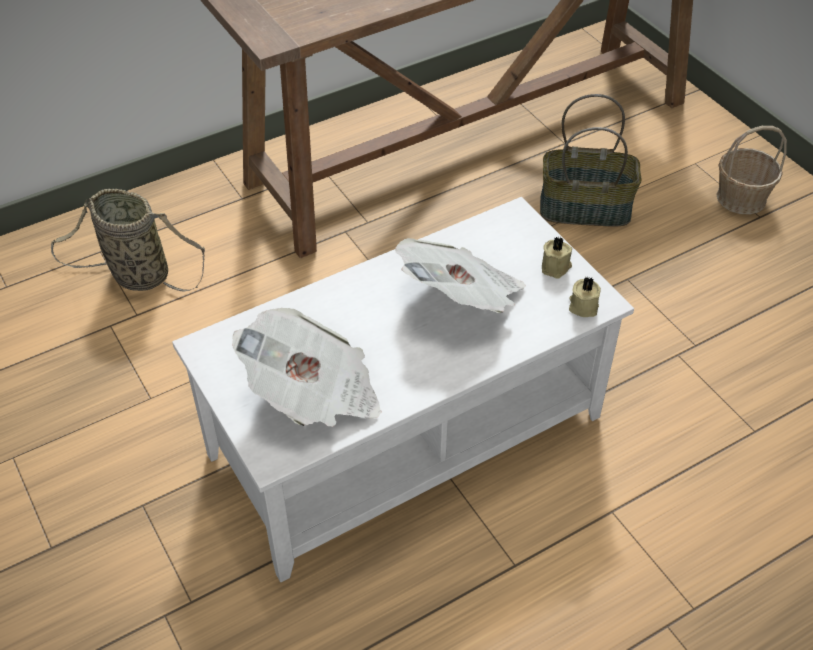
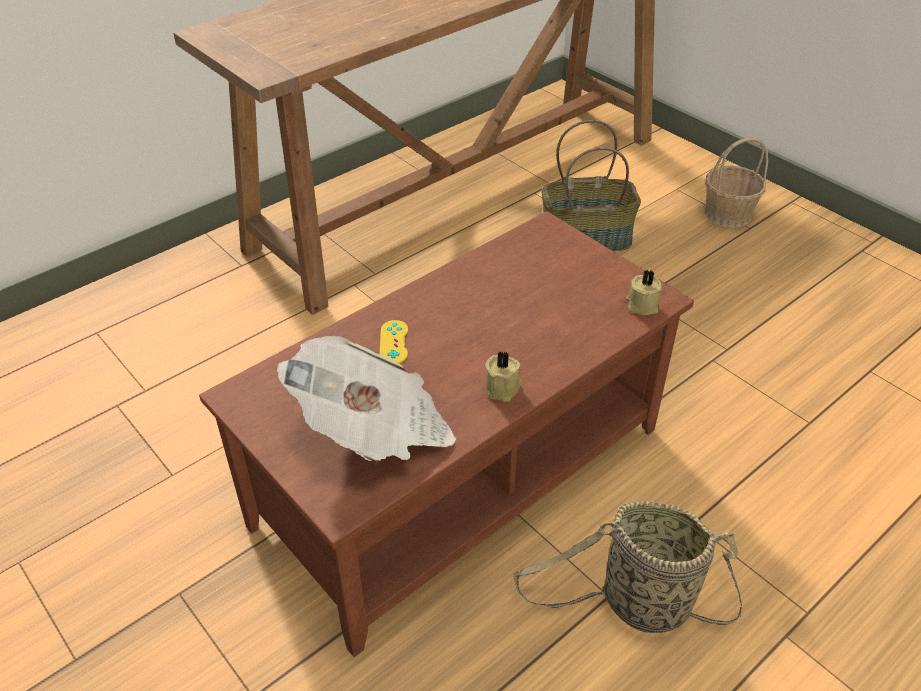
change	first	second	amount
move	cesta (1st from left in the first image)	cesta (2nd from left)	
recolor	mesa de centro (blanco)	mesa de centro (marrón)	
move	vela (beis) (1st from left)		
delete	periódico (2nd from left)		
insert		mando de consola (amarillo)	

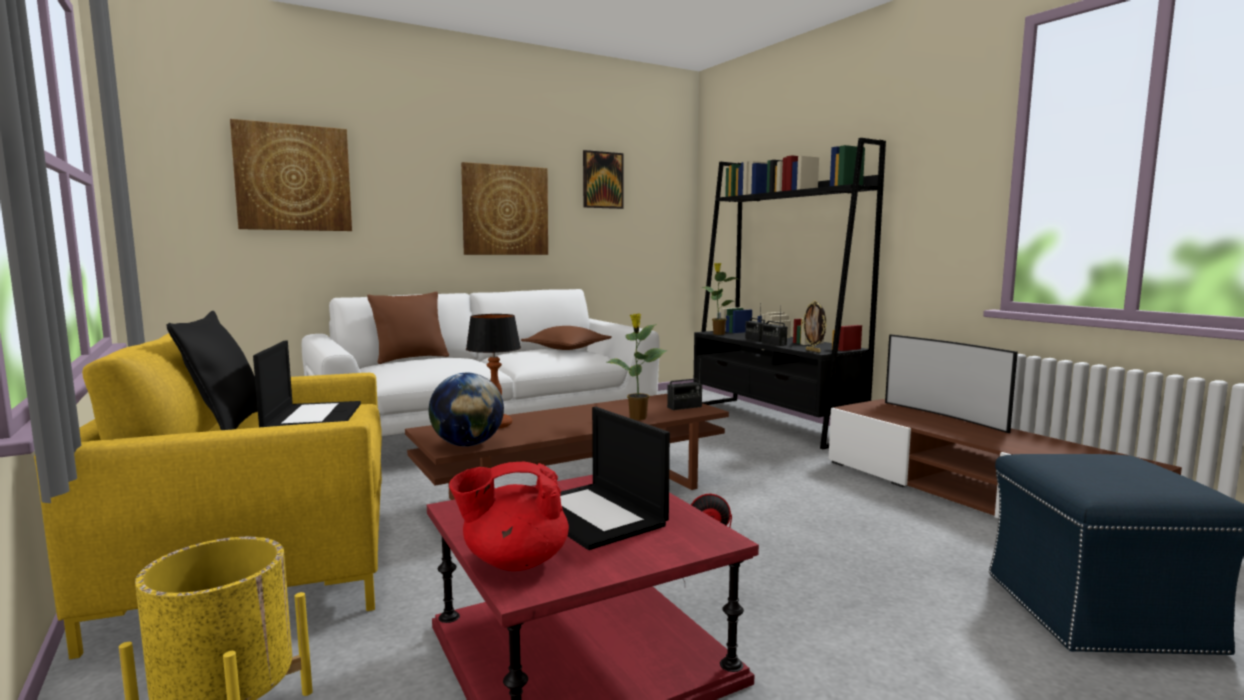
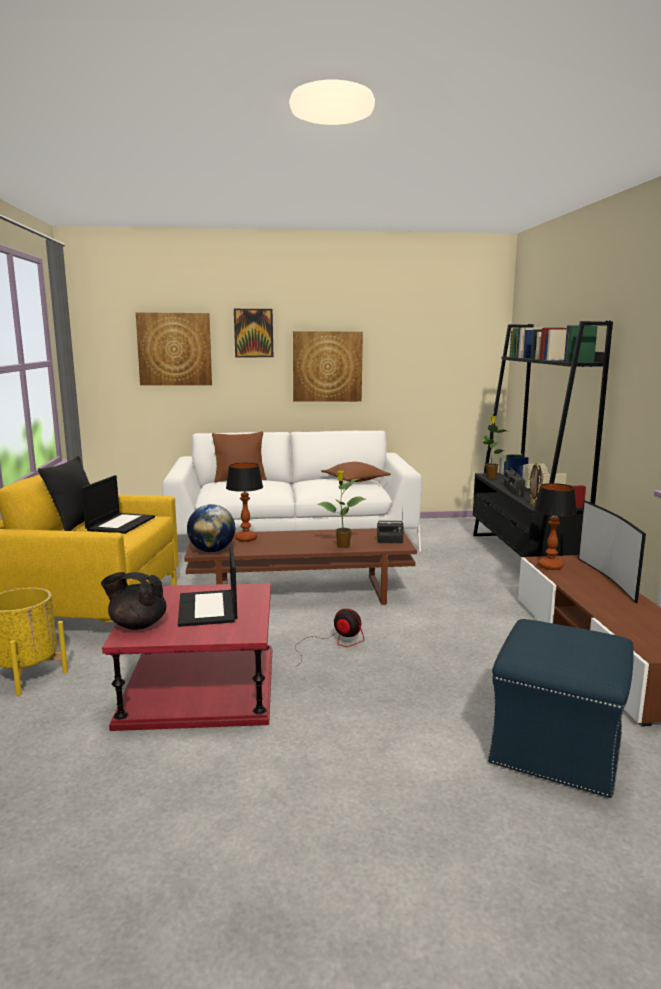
change	first	second	amount
move	cuadro (3rd from left in the first image)	cuadro (2nd from left)	
recolor	tetera (rojo)	tetera (negro)	
insert		lámpara de mesa (2nd from left)	

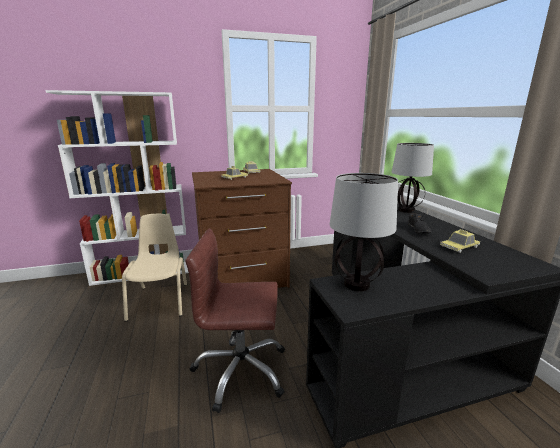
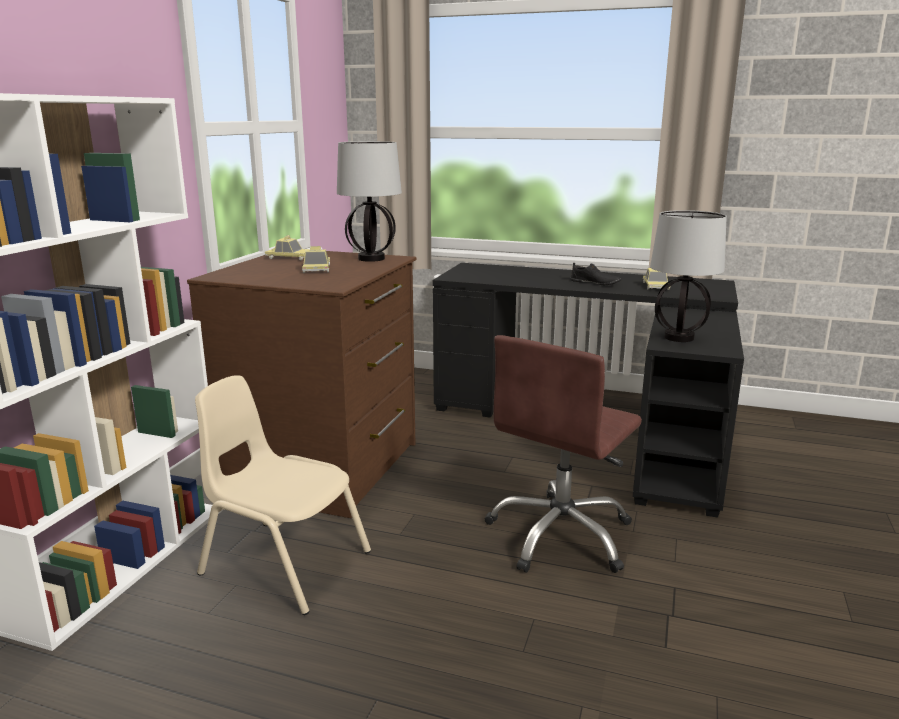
change	first	second	amount
move	lámpara de mesa (2nd from left in the first image)	lámpara de mesa (1st from left)	

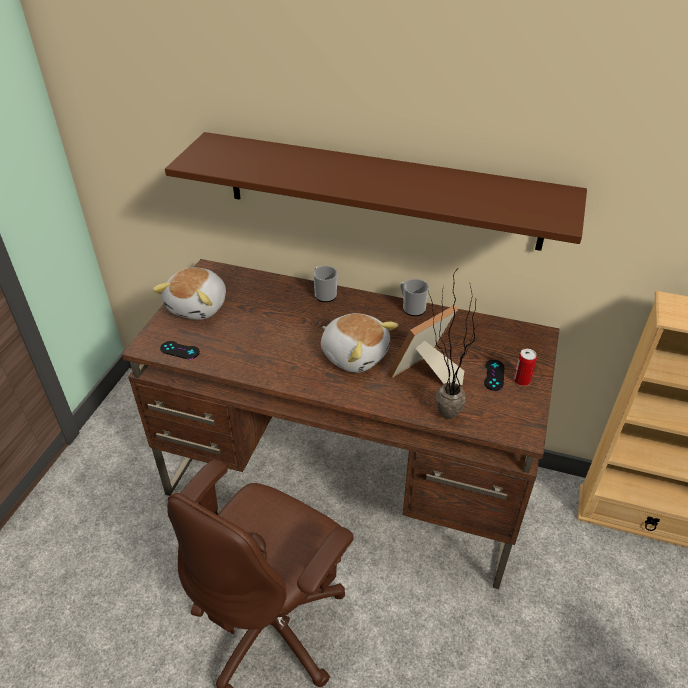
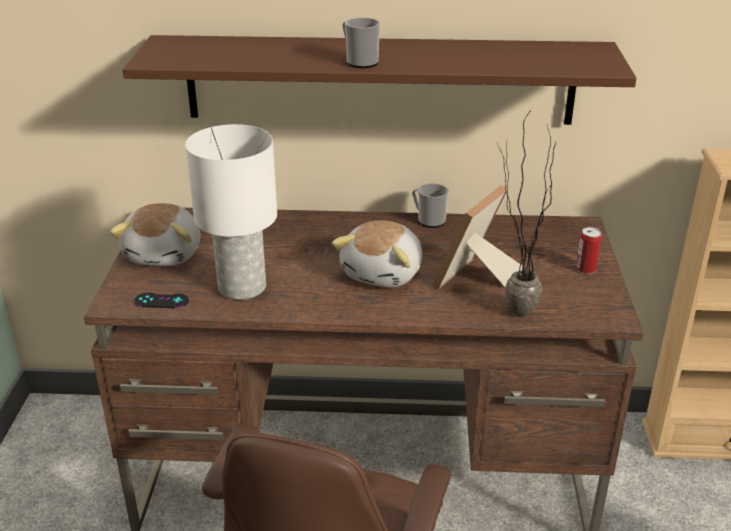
change	first	second	amount
move	taza grande (1st from left)		
rotate	peluche (2nd from left)		90 degrees clockwise
delete	mando de consola (negro) (2nd from left)		
insert		lámpara de mesa (blanco)	

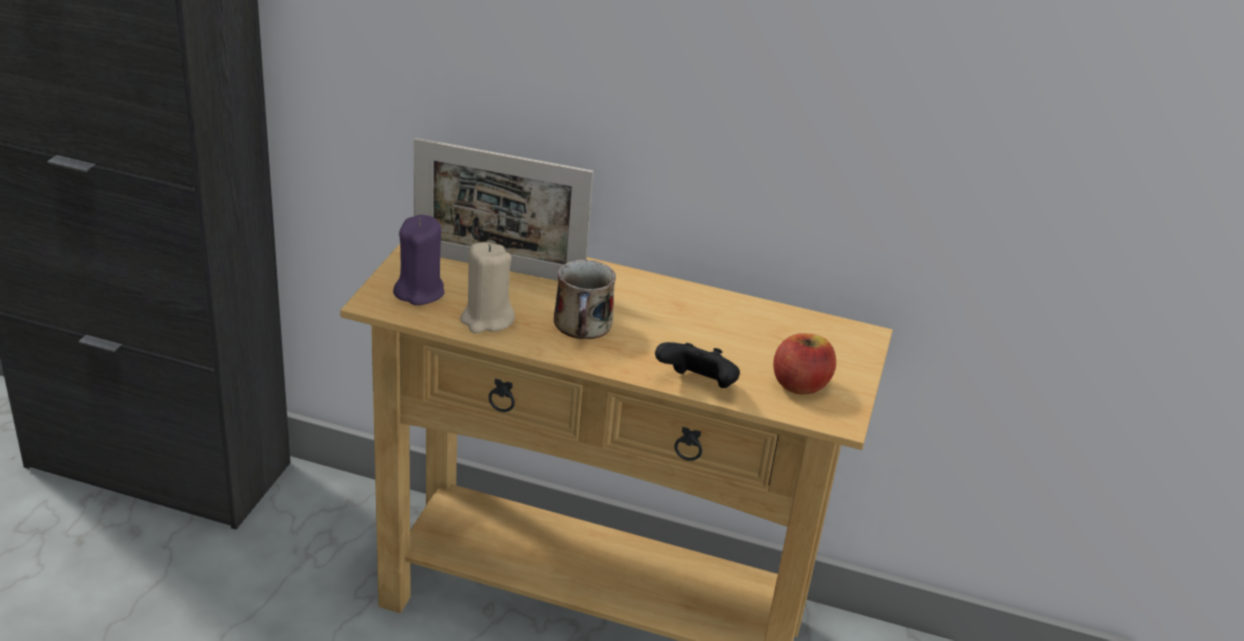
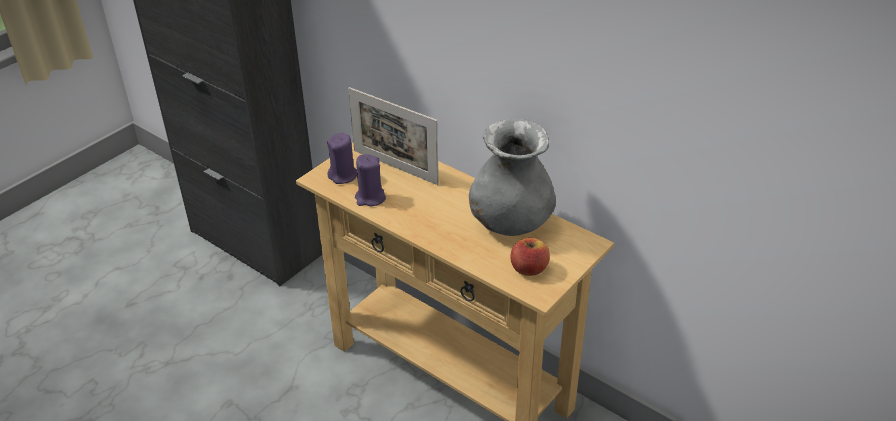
change	first	second	amount
recolor	vela (beis)	vela (morado) (2nd from left)	
delete	taza grande		
delete	mando de consola (negro)		
insert		florero (gris)	

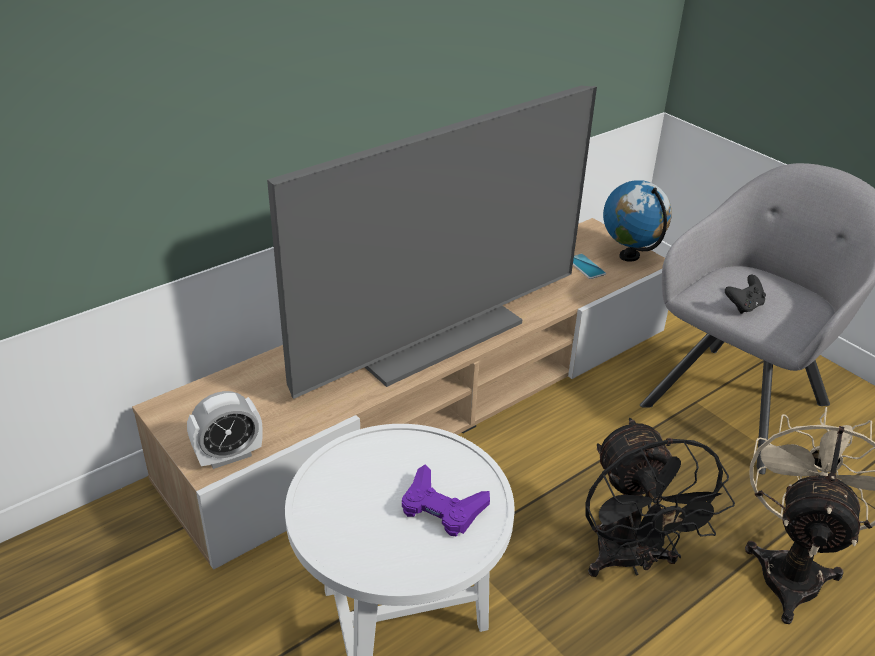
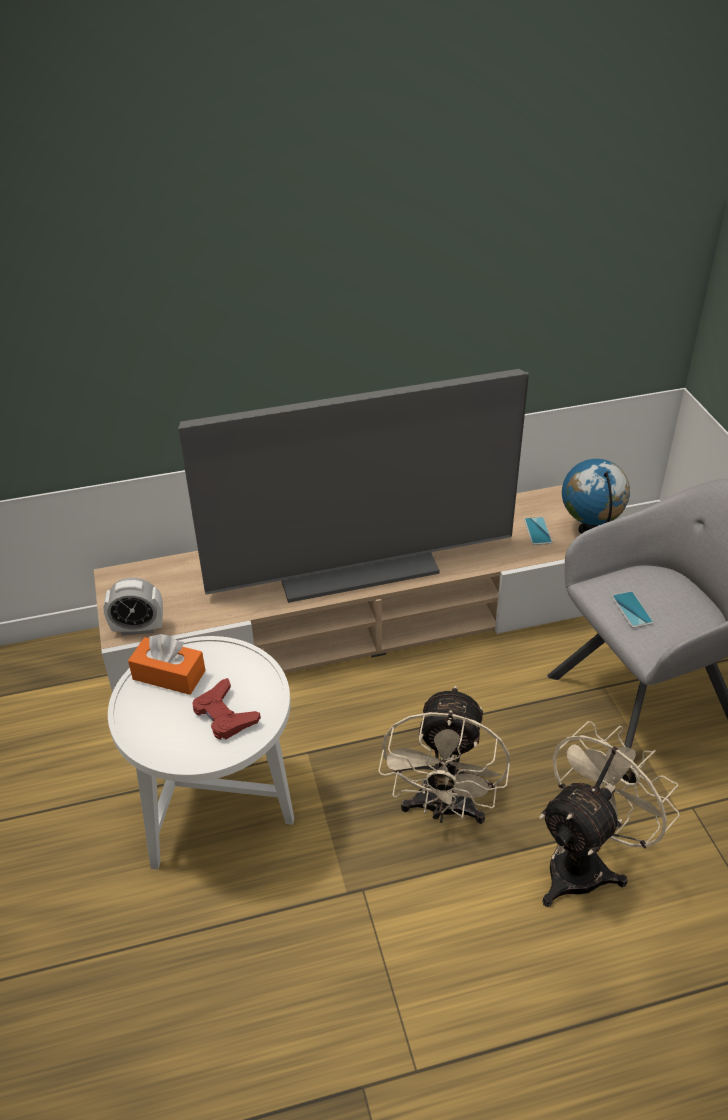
change	first	second	amount
replace	mando de consola (negro)	móvil (2nd from left)	
recolor	ventilador (negro)	ventilador (beis) (1st from left)	
recolor	mando de consola (morado)	mando de consola (rojo)	
insert		caja de pañuelos (naranja)	

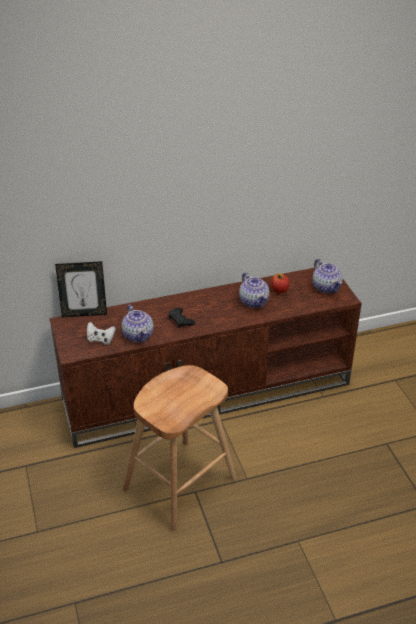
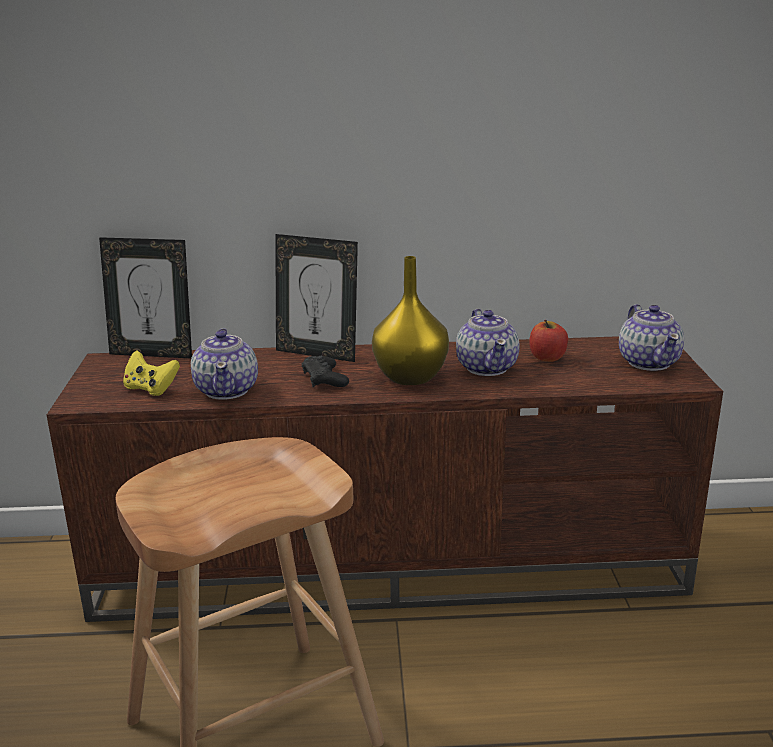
change	first	second	amount
recolor	mando de consola (blanco)	mando de consola (amarillo)	
insert		portarretratos (2nd from left)	
insert		florero (amarillo)	

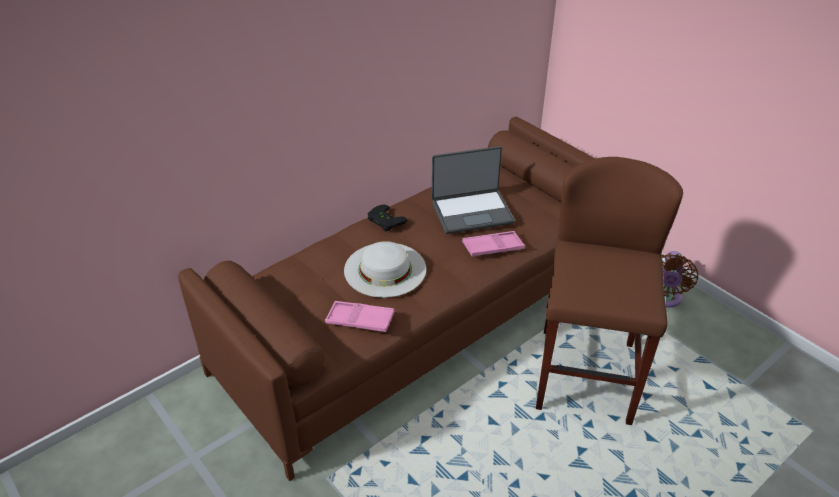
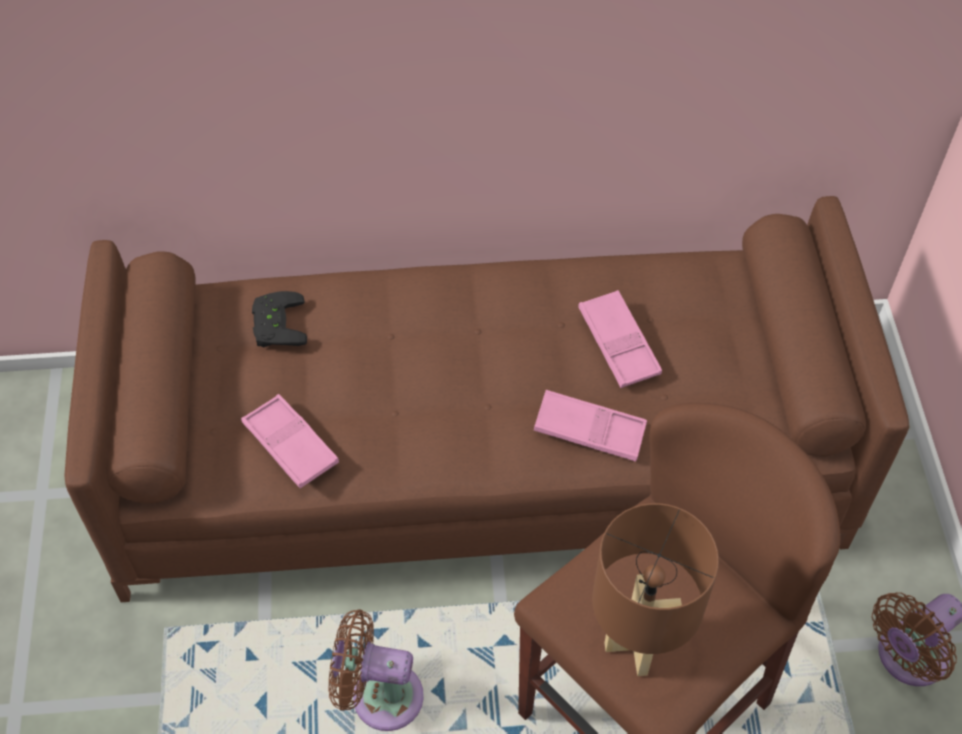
change	first	second	amount
replace	portátil	bandeja (rosa) (3rd from left)	
move	mando de consola (negro)		
delete	sombrero (blanco)		
insert		lámpara de mesa (marrón)	
insert		ventilador (marrón) (1st from left)	

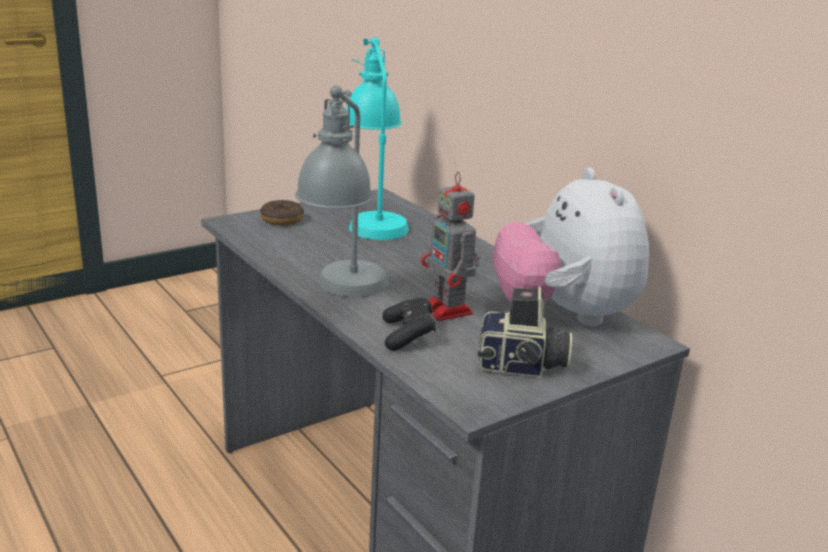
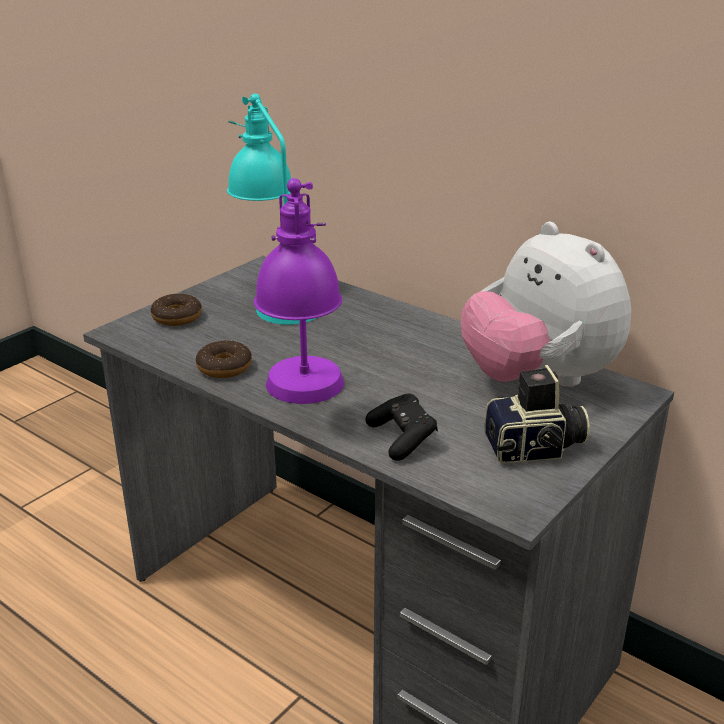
change	first	second	amount
recolor	lámpara de mesa (gris)	lámpara de mesa (morado)	
delete	robot de juguete		
insert		rosquilla (2nd from left)	

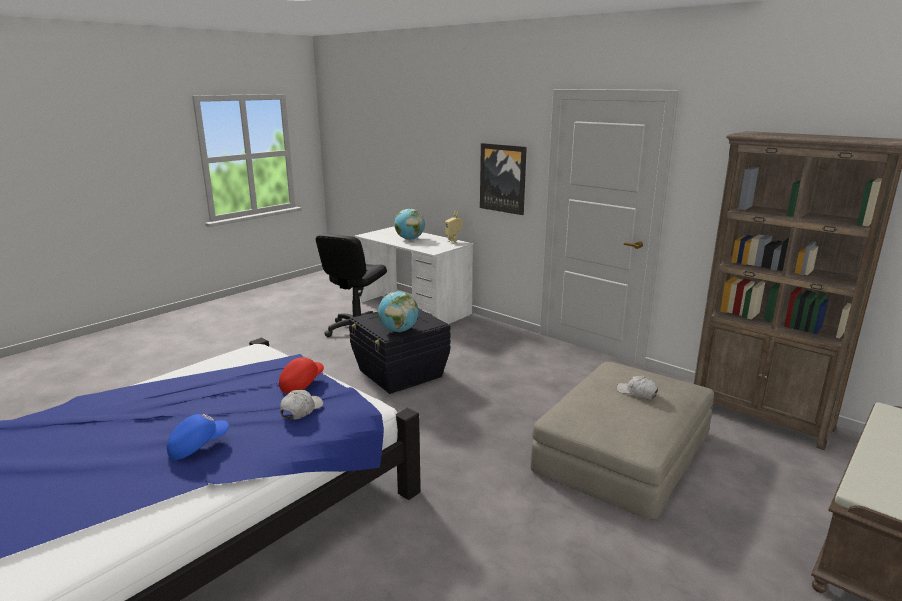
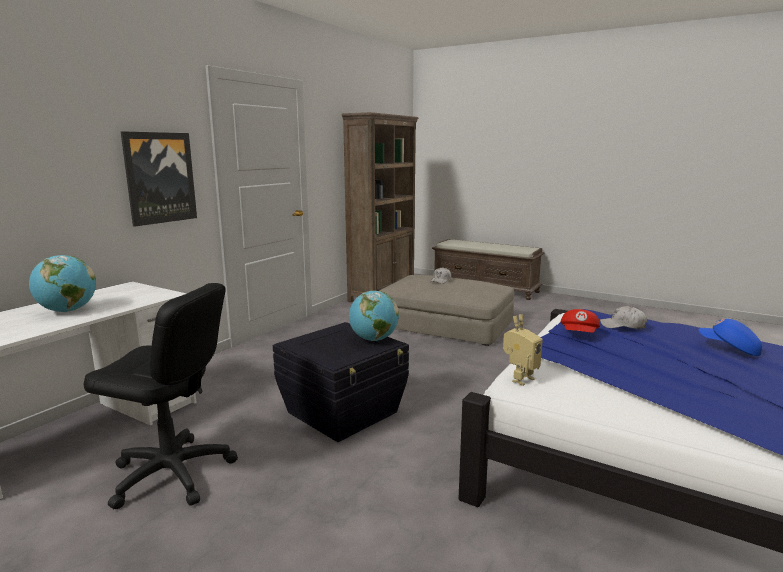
change	first	second	amount
move	robot de juguete		
rotate	gorra (rojo)		90 degrees counterclockwise

